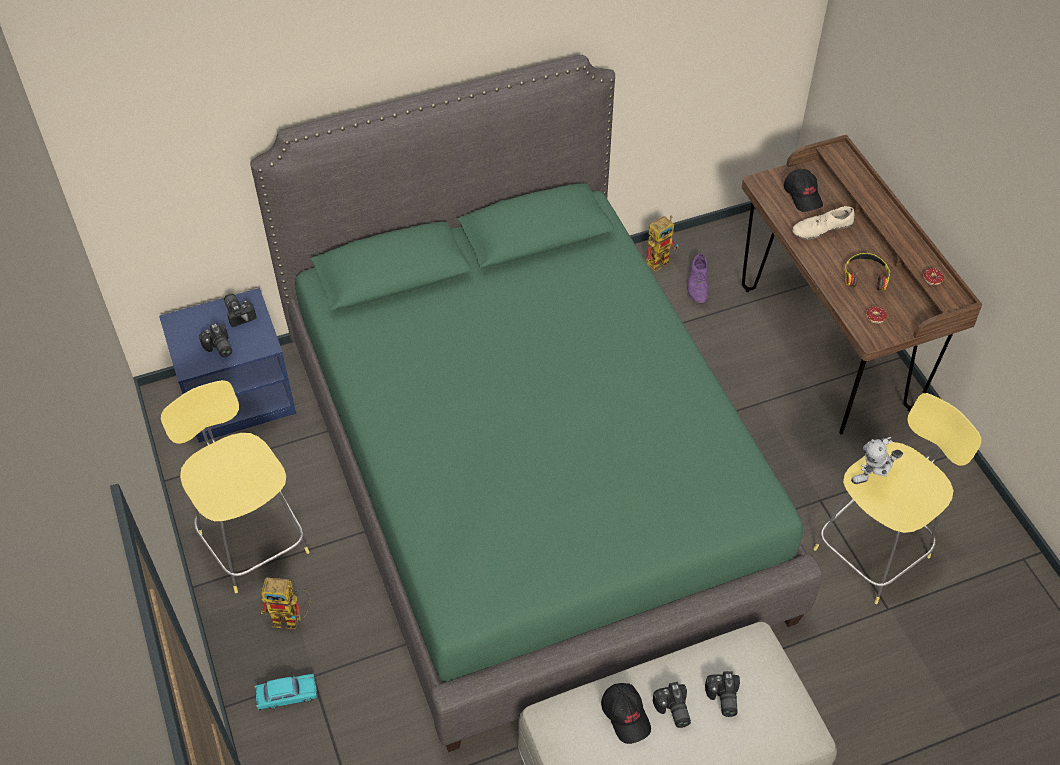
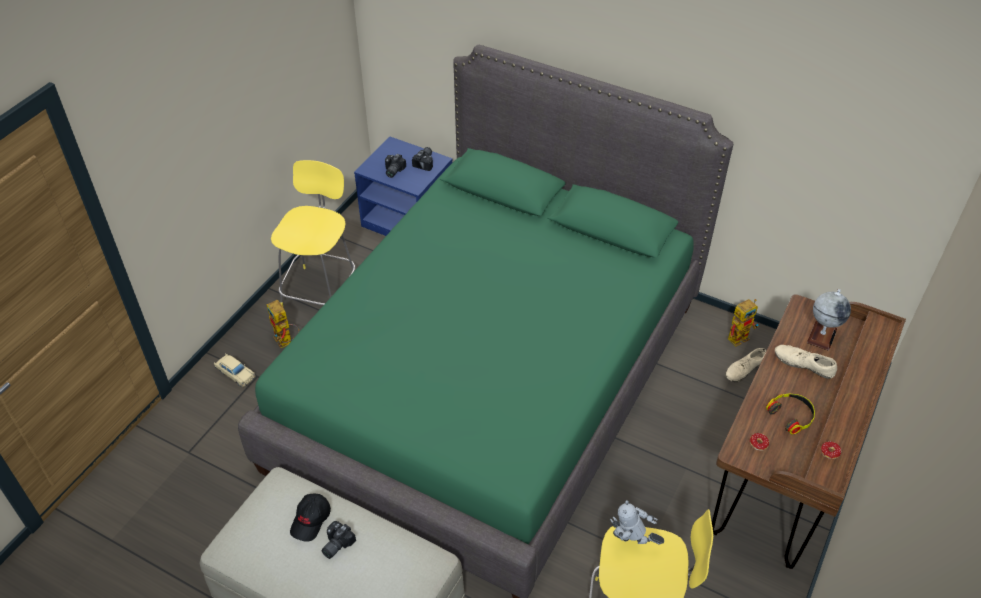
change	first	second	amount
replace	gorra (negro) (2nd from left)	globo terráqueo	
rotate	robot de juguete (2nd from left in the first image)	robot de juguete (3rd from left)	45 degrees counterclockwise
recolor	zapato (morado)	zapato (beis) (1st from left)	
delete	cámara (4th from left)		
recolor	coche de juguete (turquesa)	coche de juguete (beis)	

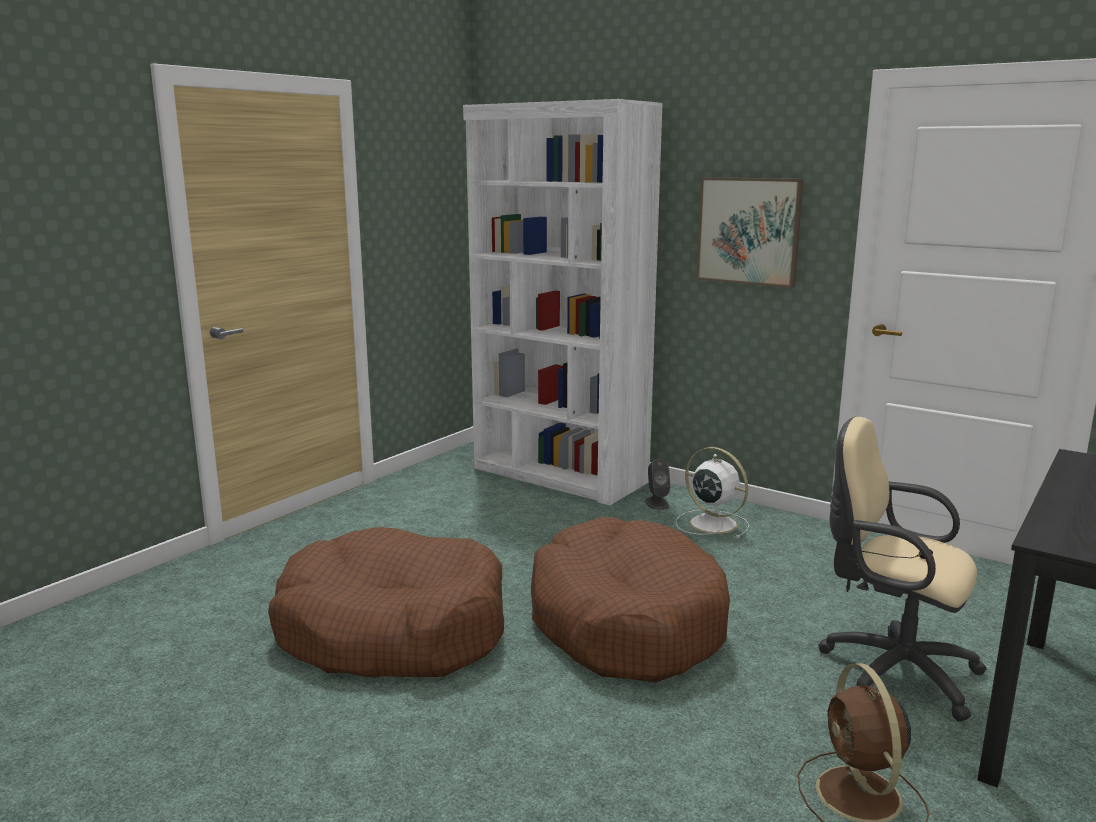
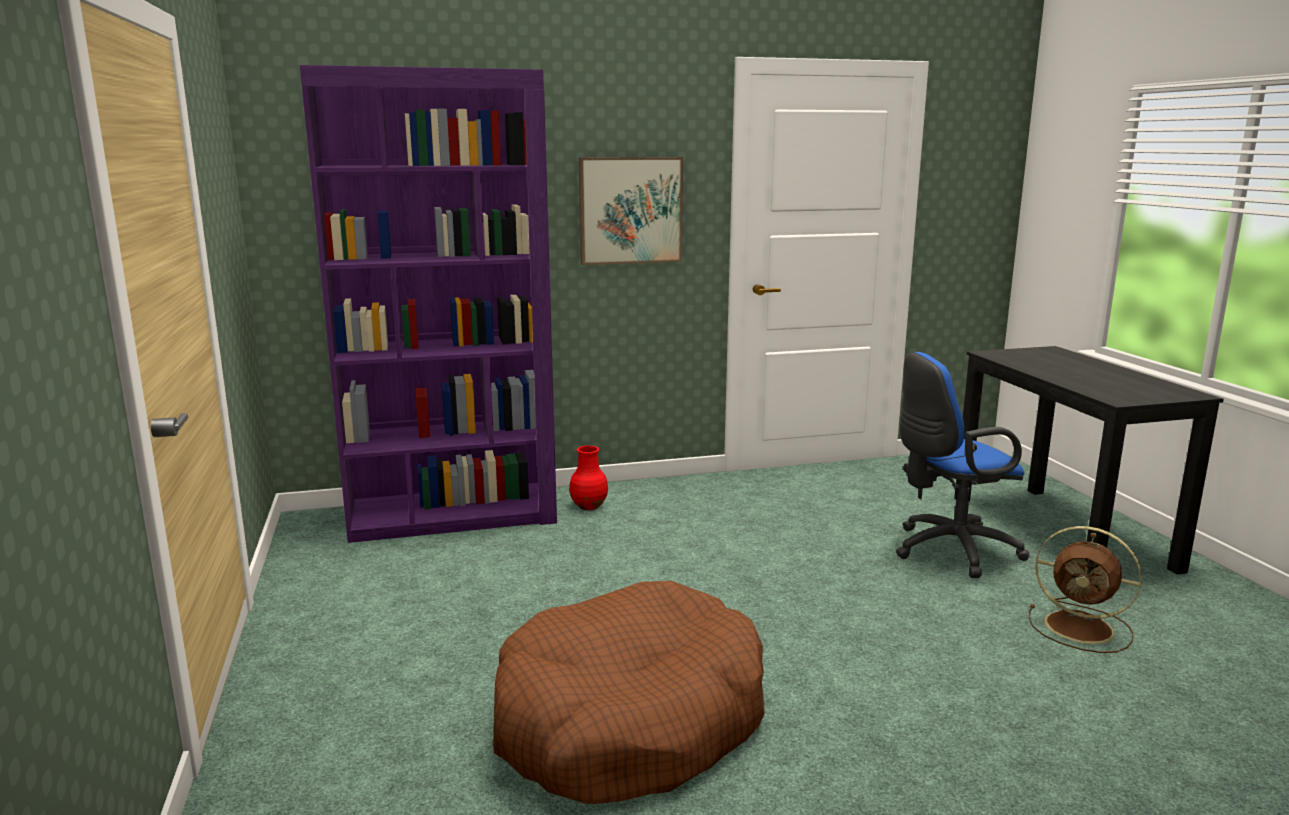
change	first	second	amount
recolor	estantería (blanco)	estantería (morado)	
recolor	silla de oficina (beis)	silla de oficina (azul)	
delete	ventilador (blanco)		
replace	altavoz (gris)	florero (rojo)	
delete	cama para perro (marrón) (2nd from left)		

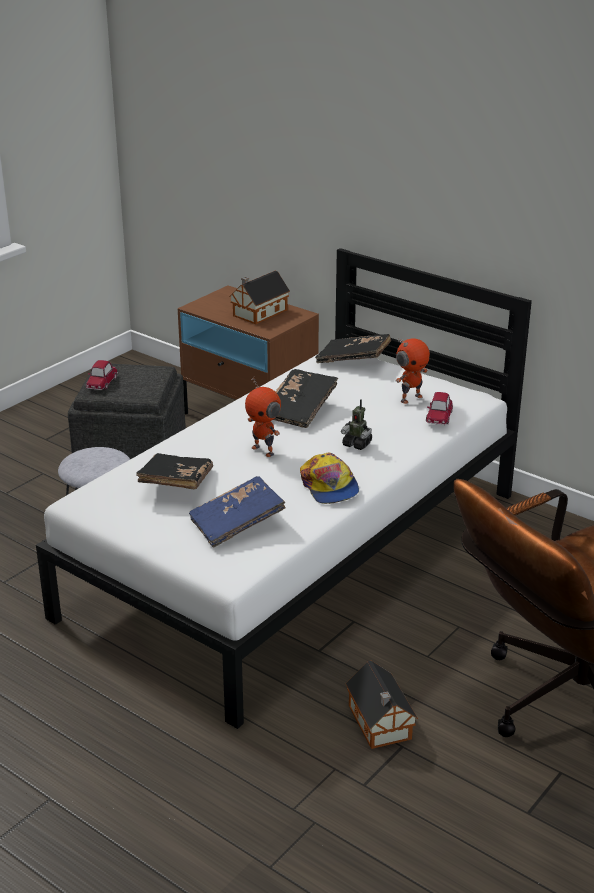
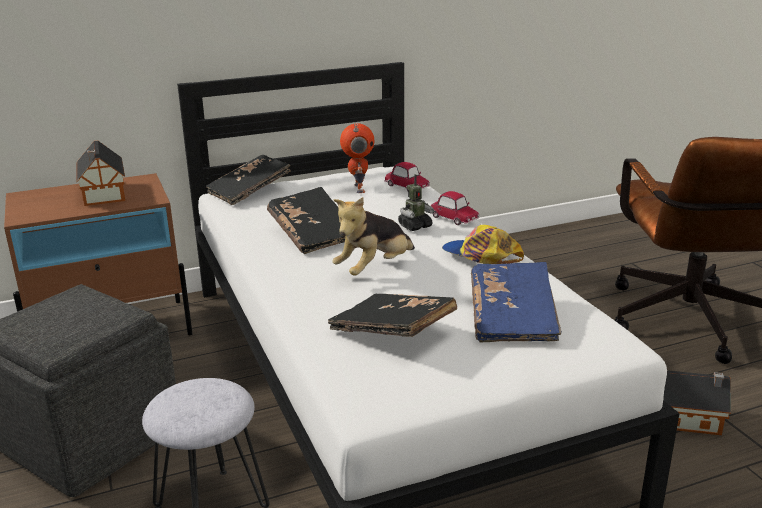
change	first	second	amount
move	coche de juguete (1st from left in the first image)	coche de juguete (2nd from left)	
replace	robot de juguete (1st from left)	peluche	
rotate	gorra		150 degrees counterclockwise

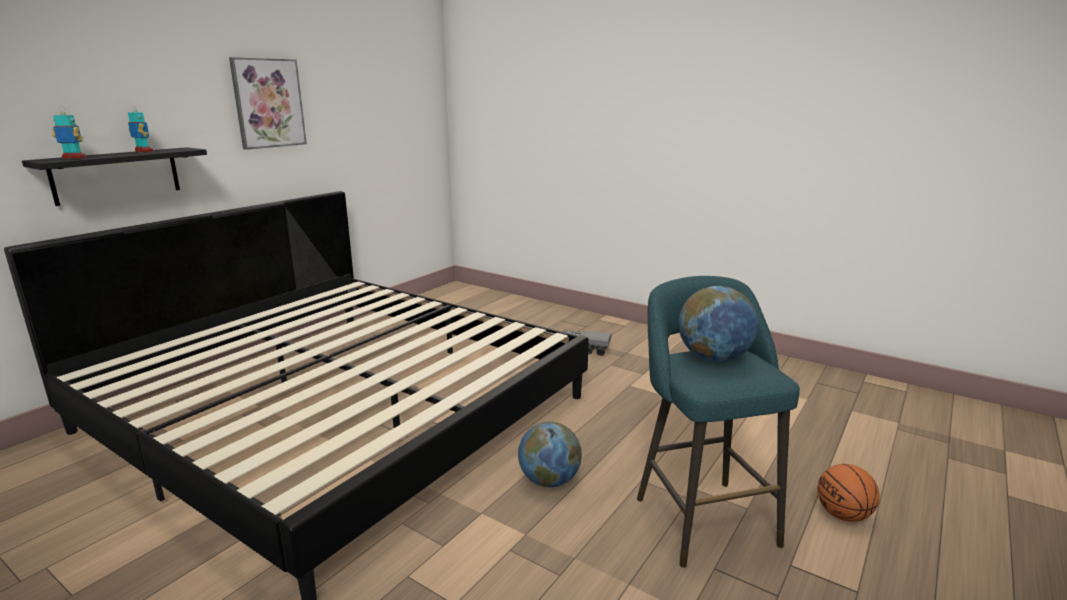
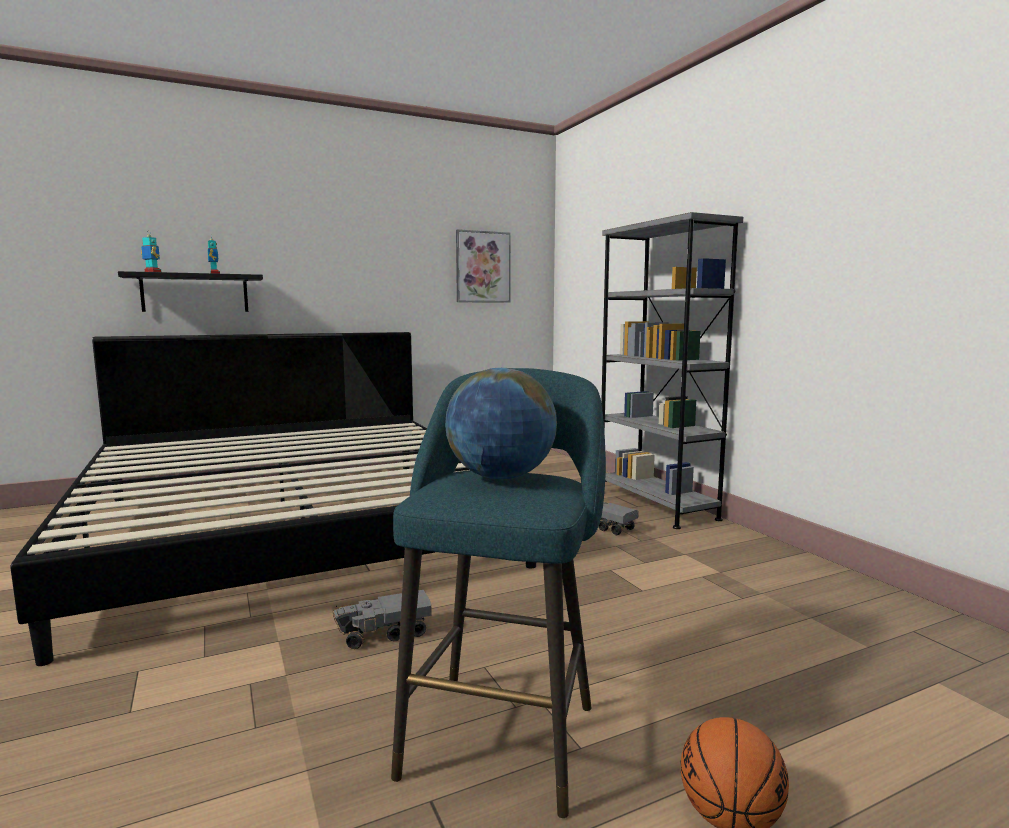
change	first	second	amount
move	cuadro		
replace	globo terráqueo (1st from left)	camión de juguete (1st from left)	
insert		estantería (gris)	

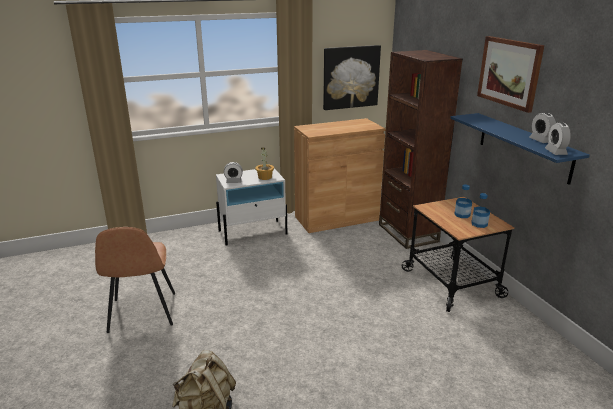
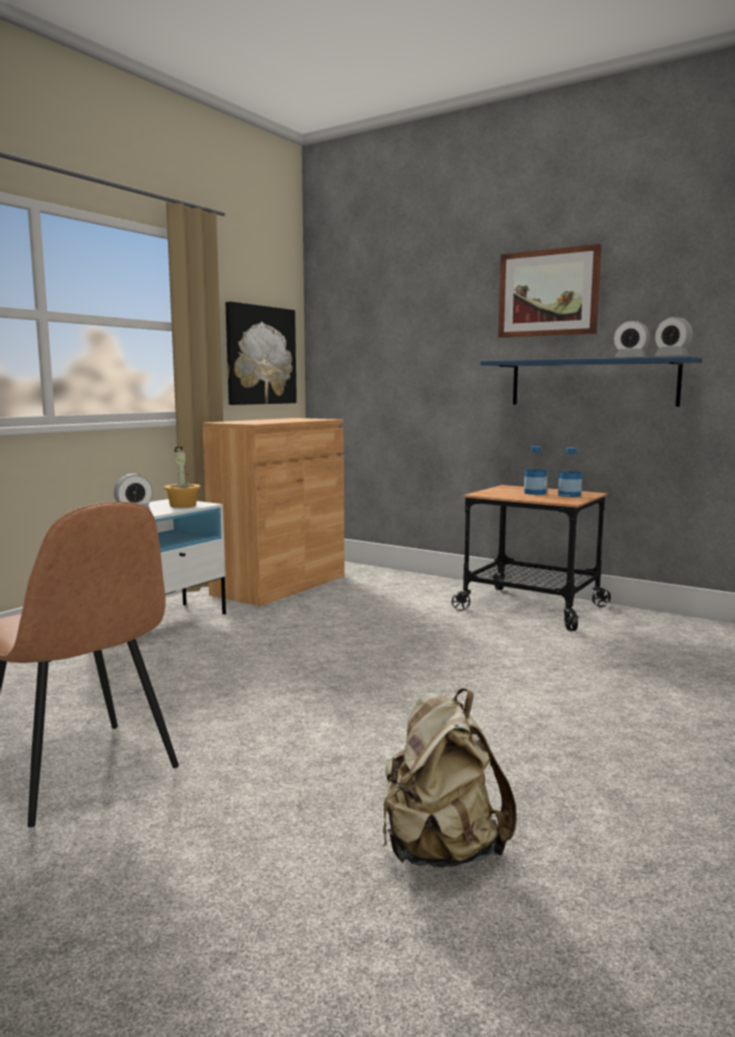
change	first	second	amount
delete	estantería (marrón)		

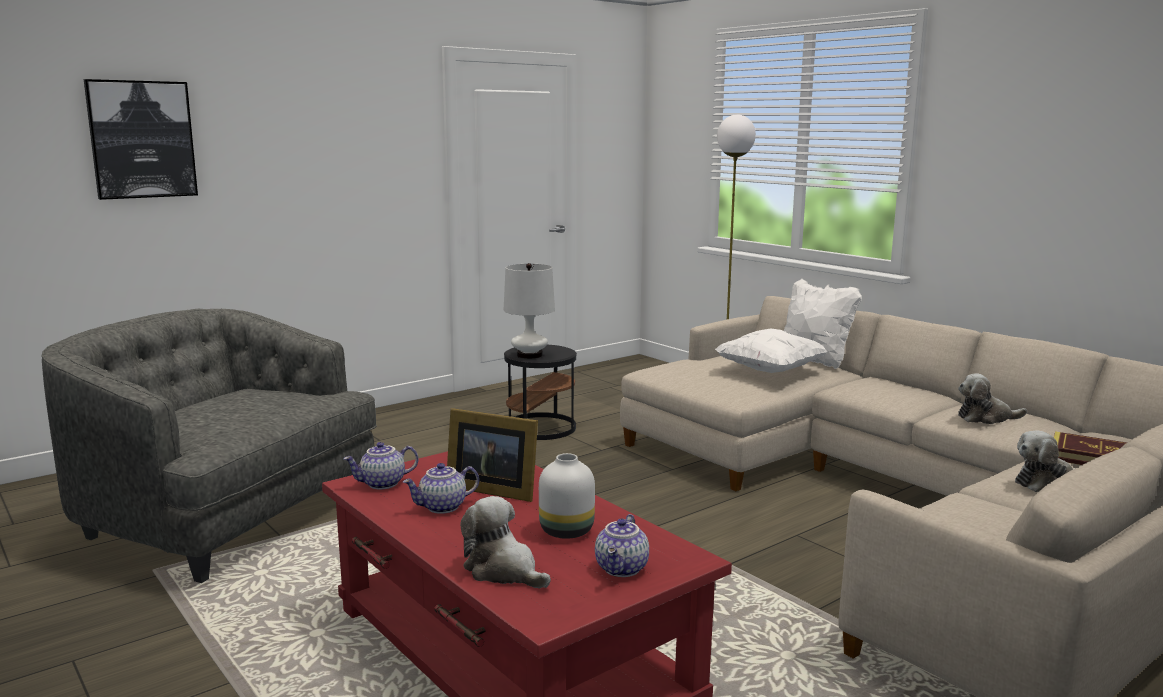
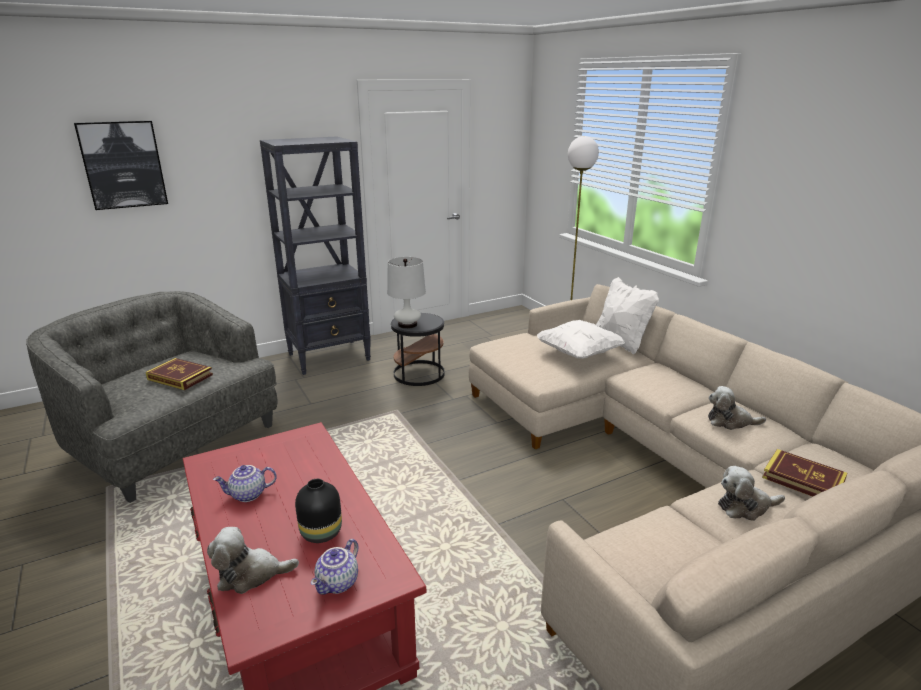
change	first	second	amount
delete	portarretratos		
delete	tetera (1st from left)		
recolor	florero (blanco)	florero (negro)	
rotate	peluche (1st from left)		60 degrees counterclockwise
insert		estantería (negro)	
insert		libro (1st from left)	

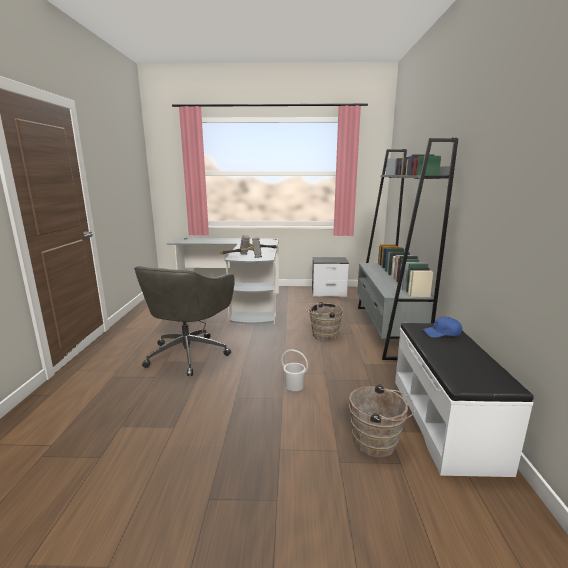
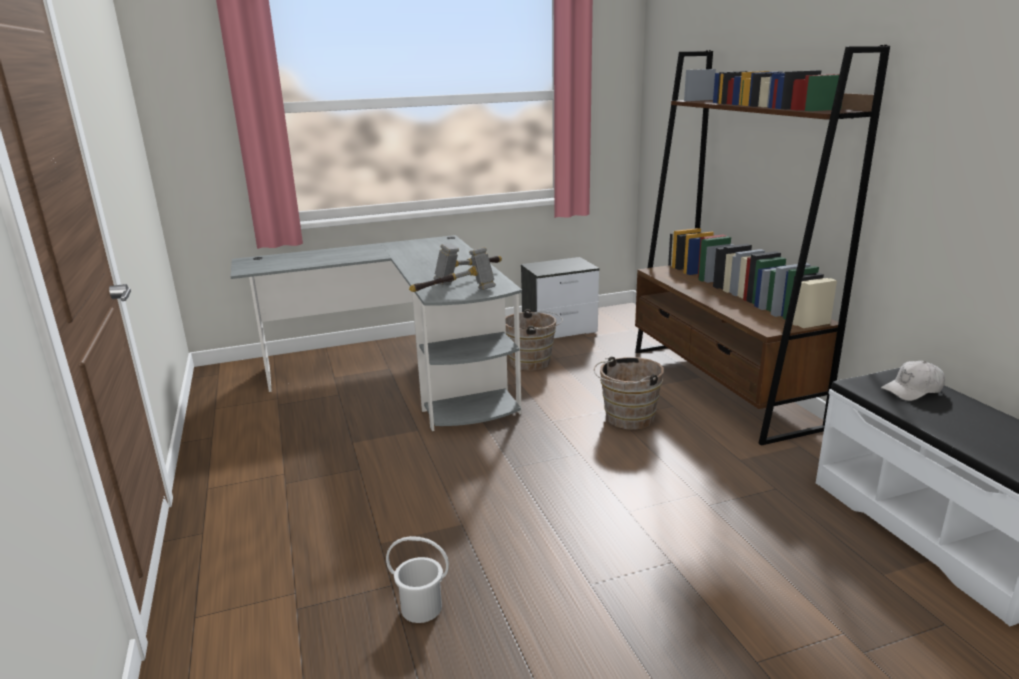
change	first	second	amount
recolor	estantería (gris)	estantería (marrón)	
delete	silla de oficina (gris)		
recolor	gorra (azul)	gorra (blanco)	
move	cubo (blanco)		
move	cubo (marrón) (2nd from left in the first image)	cubo (marrón) (1st from left)	

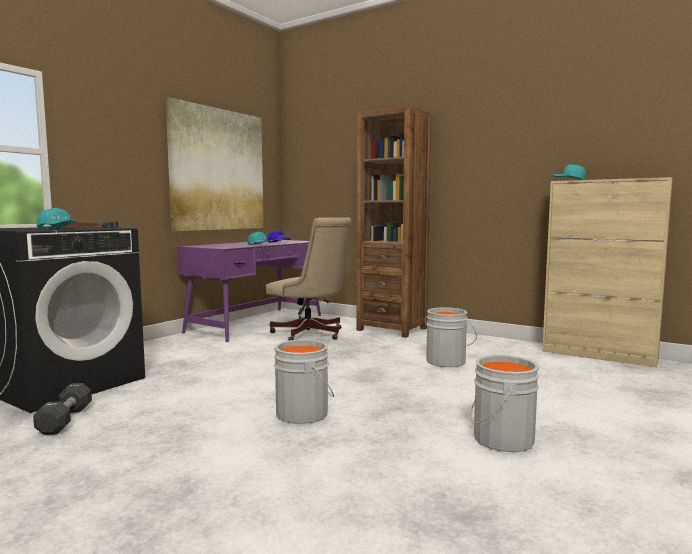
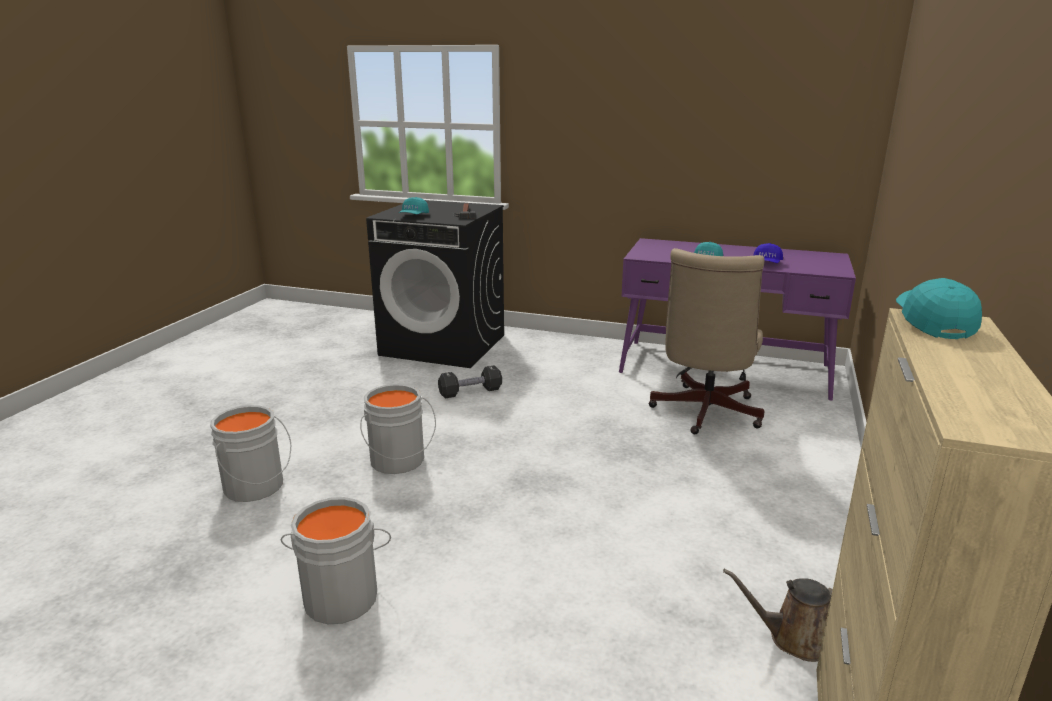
change	first	second	amount
delete	cuadro		
delete	estantería (marrón)		
move	cubo (gris) (2nd from left in the first image)	cubo (gris) (1st from left)	
move	mancuerna (negro)		
insert		regadera (marrón)	

